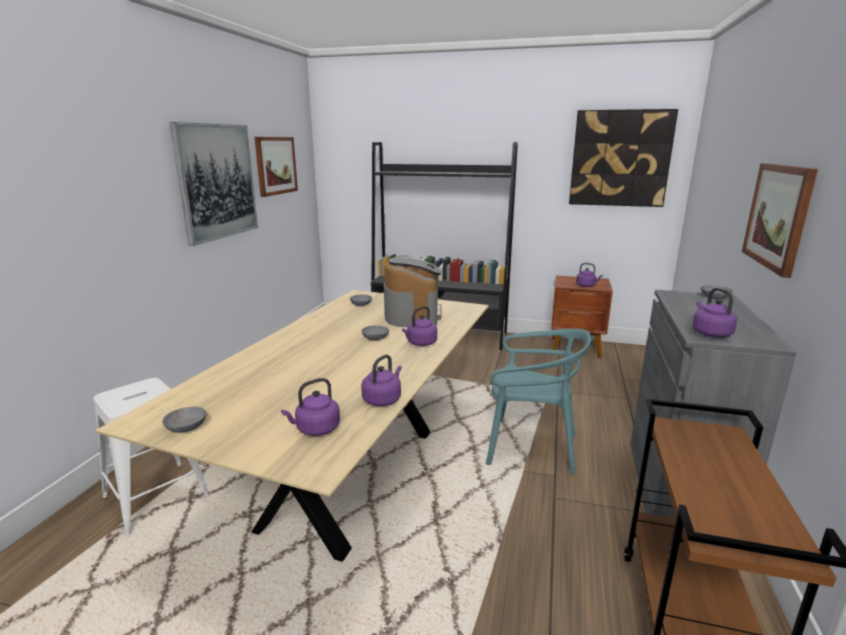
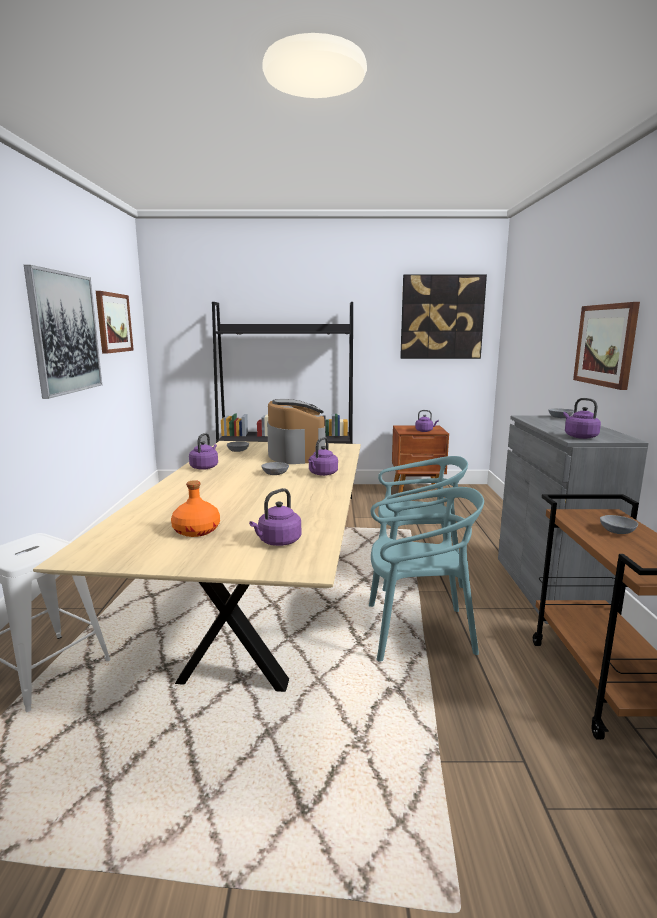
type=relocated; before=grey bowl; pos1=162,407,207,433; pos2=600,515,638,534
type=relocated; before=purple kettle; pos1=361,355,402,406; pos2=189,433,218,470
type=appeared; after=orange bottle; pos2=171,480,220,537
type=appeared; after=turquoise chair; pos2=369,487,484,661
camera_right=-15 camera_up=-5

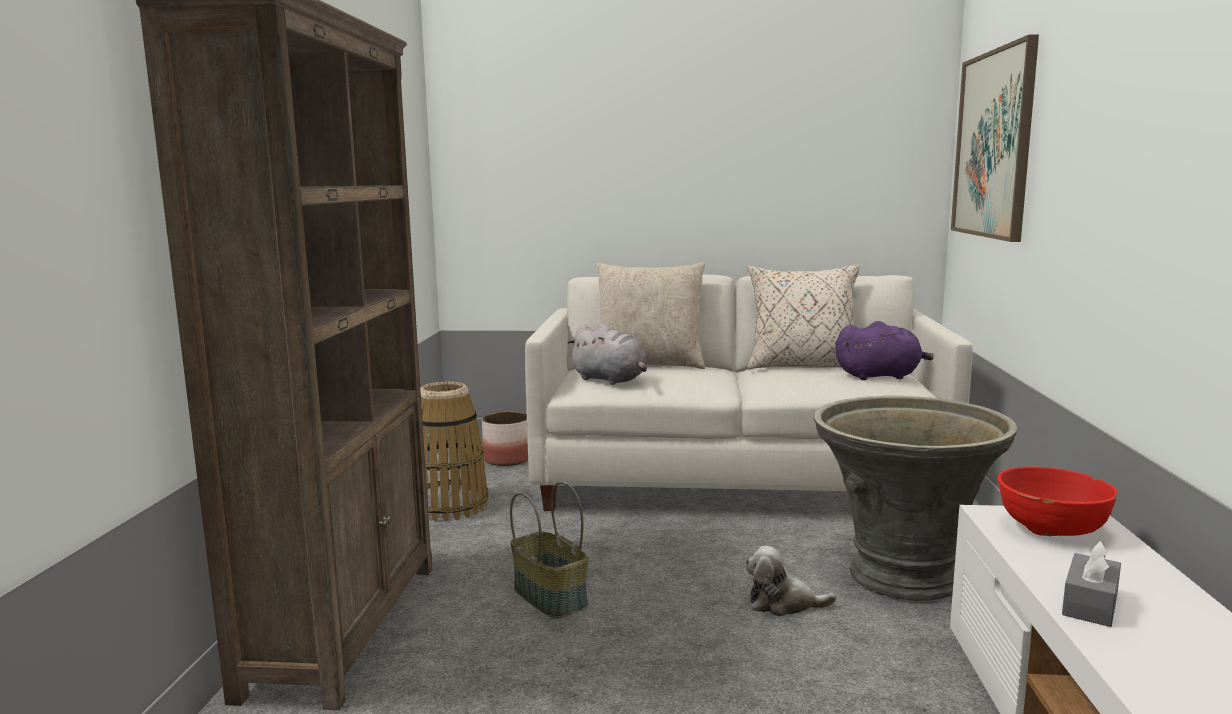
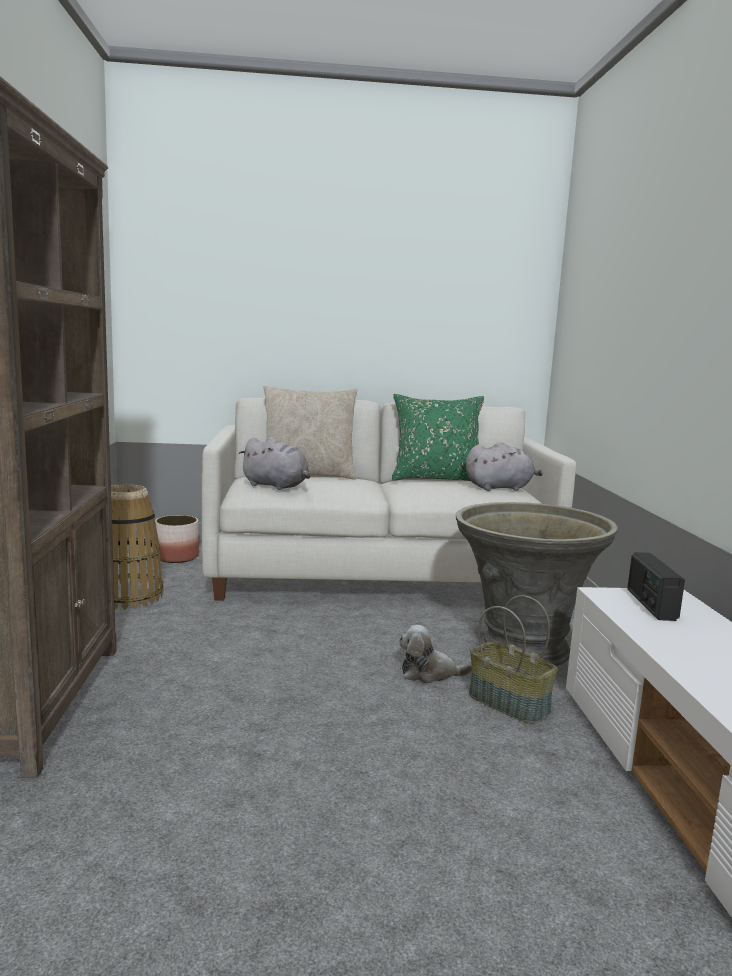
type=relocated; before=basket; pos1=510,481,589,619; pos2=469,595,558,724
type=colour; before=beige pillow; after=green pillow; pos1=748,264,860,369; pos2=392,394,484,481
type=colour; before=purple plush toy; after=grey plush toy; pos1=835,321,934,380; pos2=466,442,543,491
type=missing; before=picture; pos1=951,34,1039,242
type=exchanged; before=red bowl; after=radio; pos1=997,466,1118,536; pos2=627,552,685,621
type=missing; before=grey tissue box; pos1=1062,541,1121,627
camera_right=-10 camera_up=0

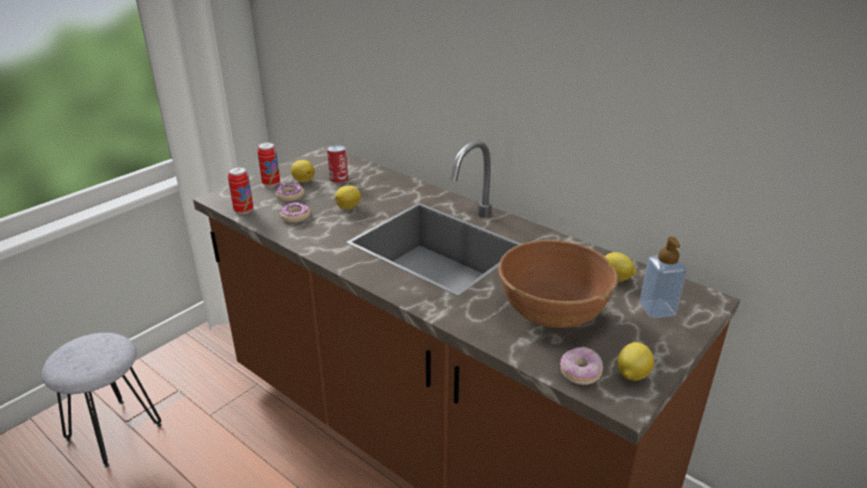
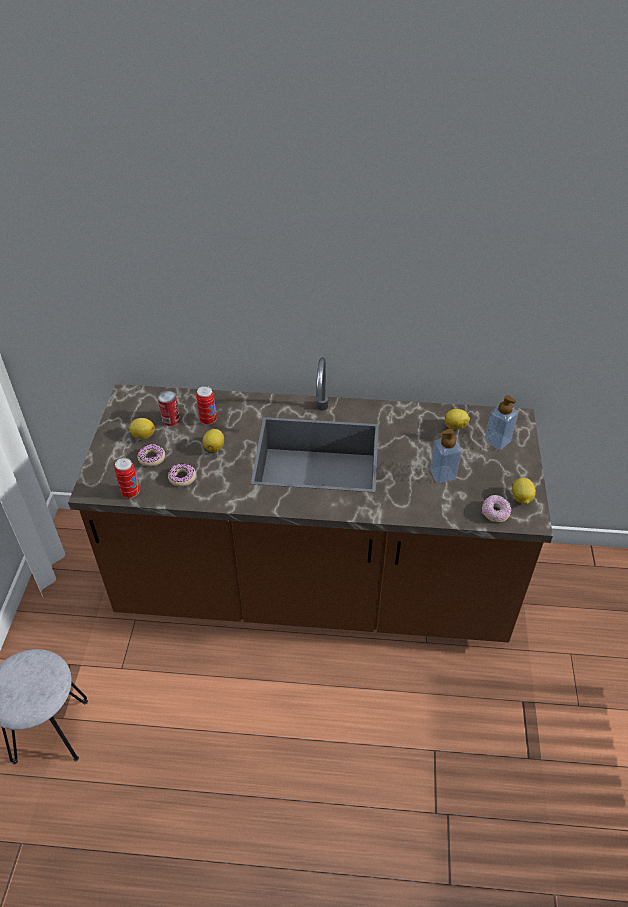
type=relocated; before=can; pos1=257,142,280,187; pos2=196,386,217,425
type=exchanged; before=brown bowl; after=soap dispenser; pos1=498,240,618,328; pos2=430,429,461,483
camera_right=-35 camera_up=15

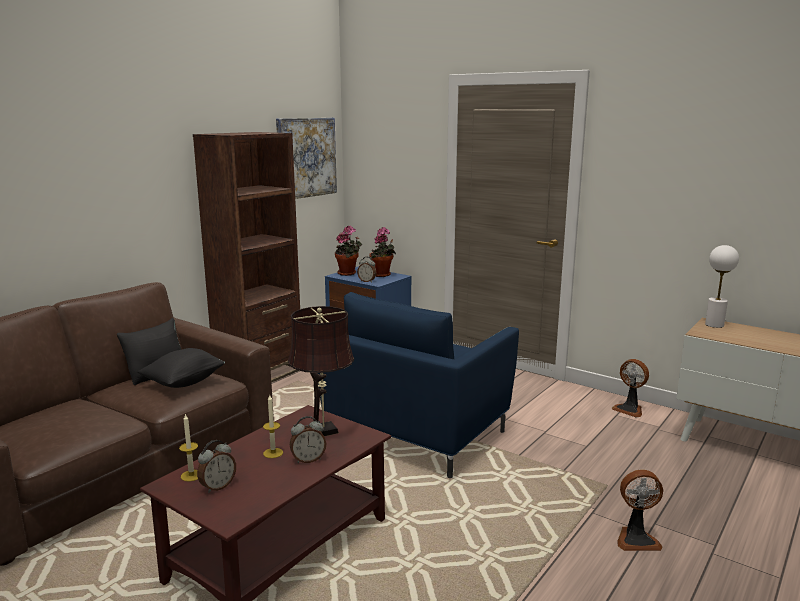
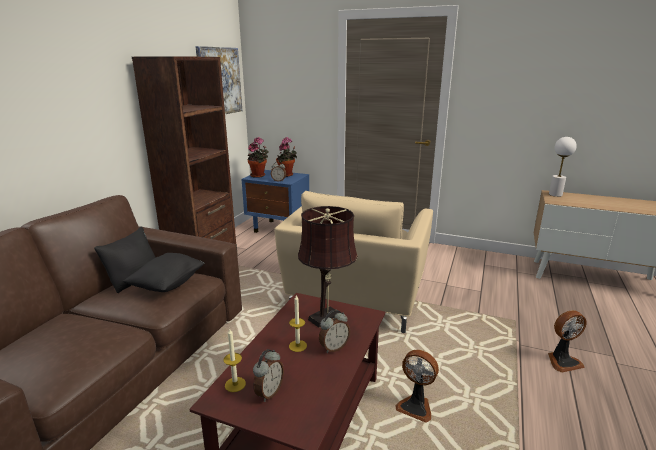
type=colour; before=blue armchair; after=beige armchair; pos1=317,292,519,478; pos2=275,191,433,333
type=relocated; before=fan; pos1=612,359,649,417; pos2=395,350,439,423
camera_right=-15 camera_up=5

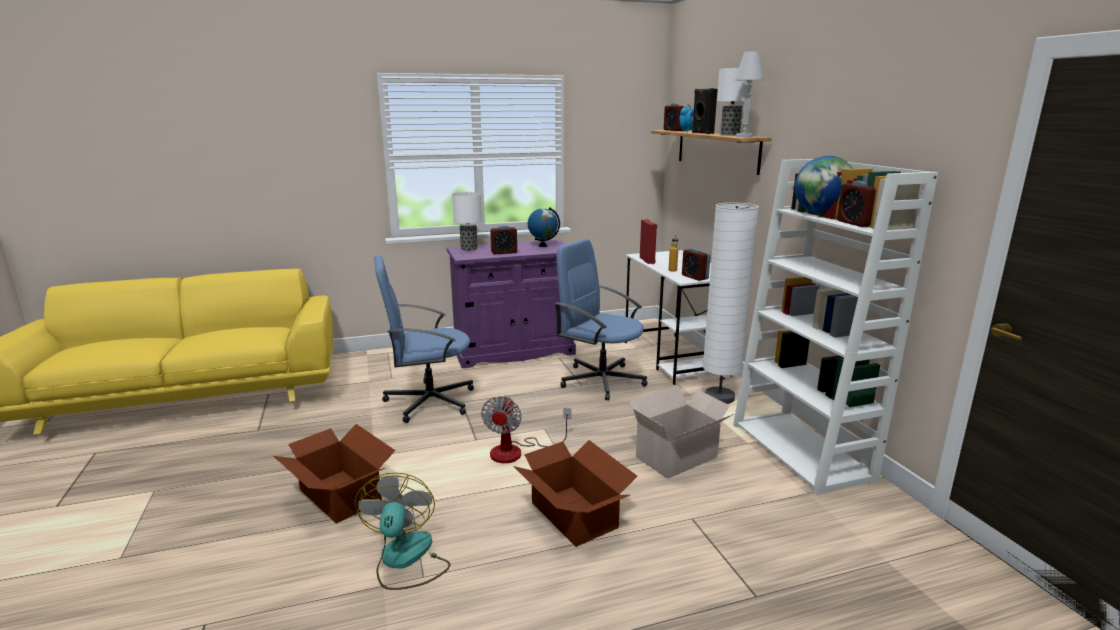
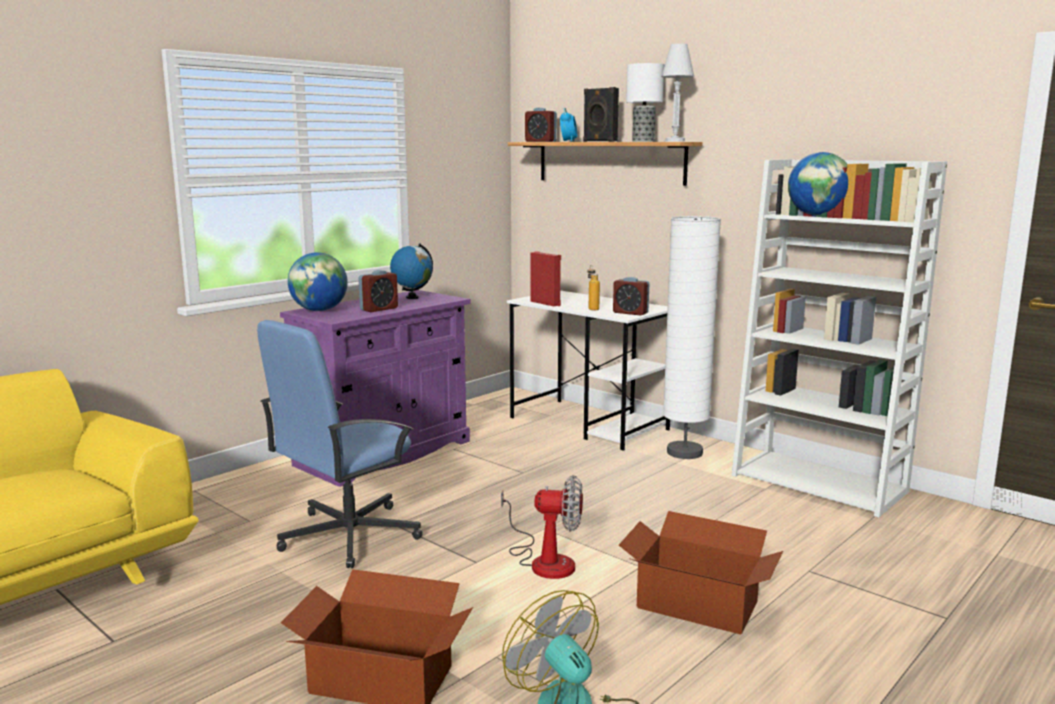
type=exchanged; before=table lamp; after=globe; pos1=452,192,482,251; pos2=288,252,348,311
type=spun; before=fan; pos1=481,396,571,463; pos2=501,475,583,579; turn=-60
type=missing; before=blue office chair; pos1=554,239,648,401
type=missing; before=cardboard box; pos1=628,385,734,479
type=missing; before=alarm clock; pos1=837,181,876,227
camera_right=-30 camera_up=-5

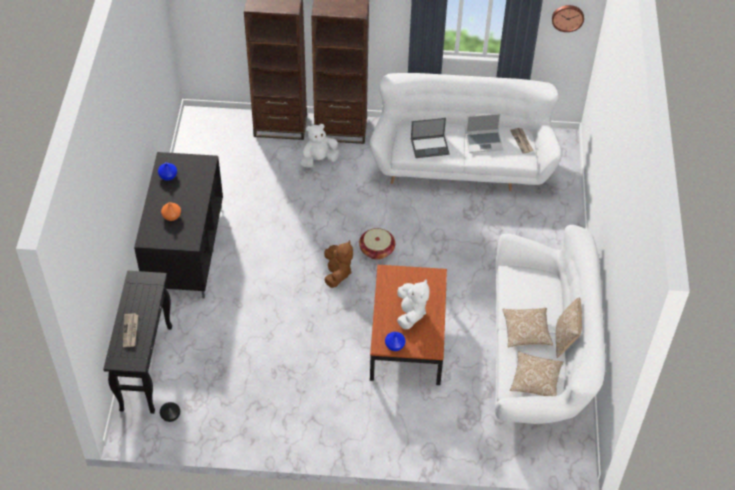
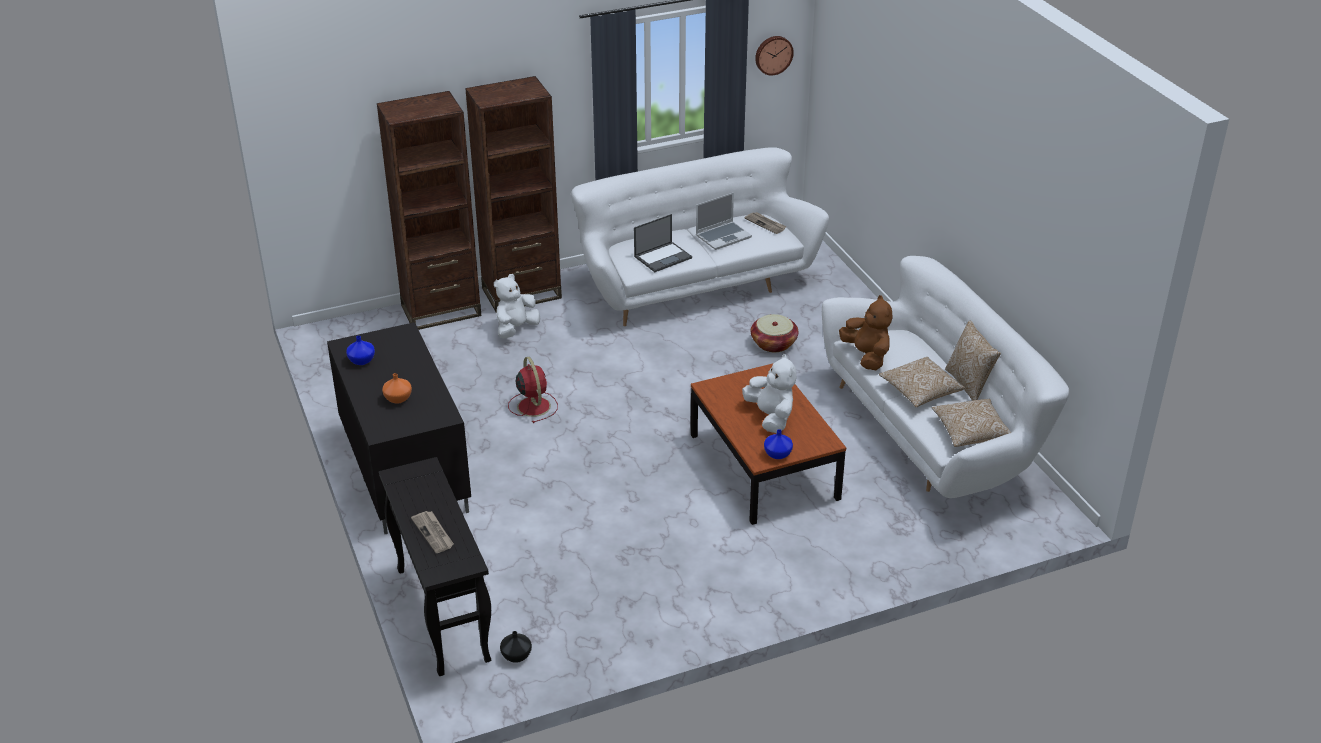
type=relocated; before=brown plush toy; pos1=324,240,353,288; pos2=839,295,892,370
type=relocated; before=basket; pos1=359,228,395,260; pos2=751,314,798,352
type=appeared; after=red fan; pos2=508,357,558,423
camera_right=-25 camera_up=-15

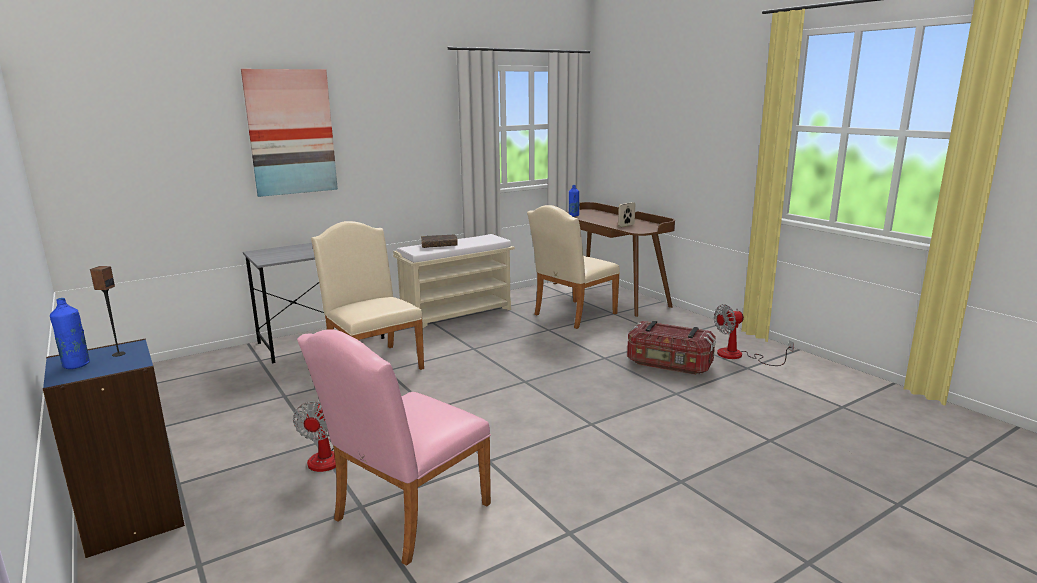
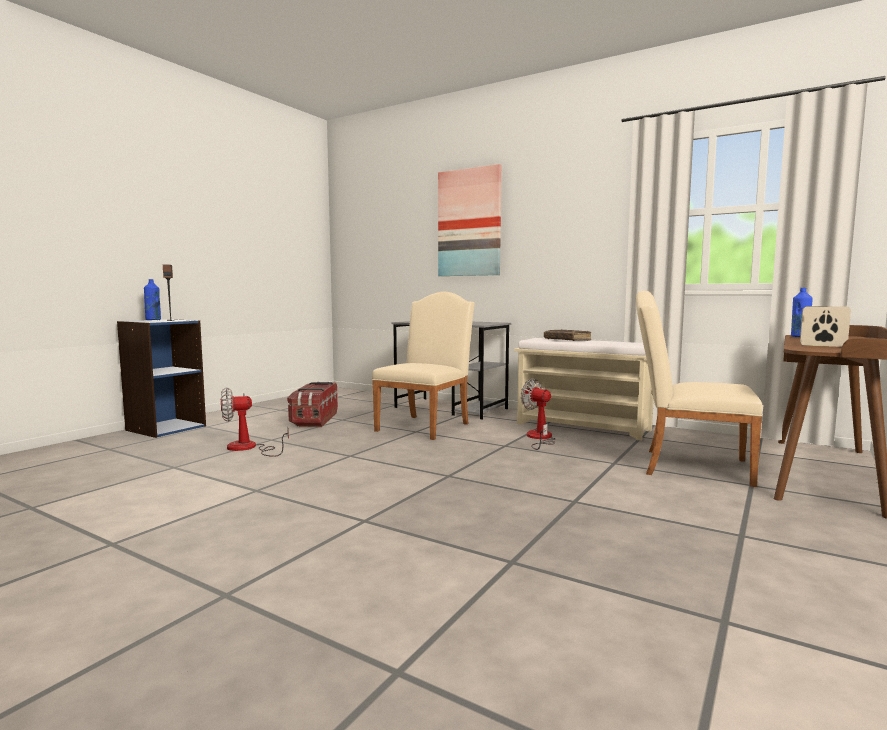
type=missing; before=pink chair; pos1=297,329,491,566
type=relocated; before=storage box; pos1=627,321,716,375; pos2=287,382,338,427
type=relocated; before=fan; pos1=714,304,794,366; pos2=521,379,555,450
camera_right=65 camera_up=-10

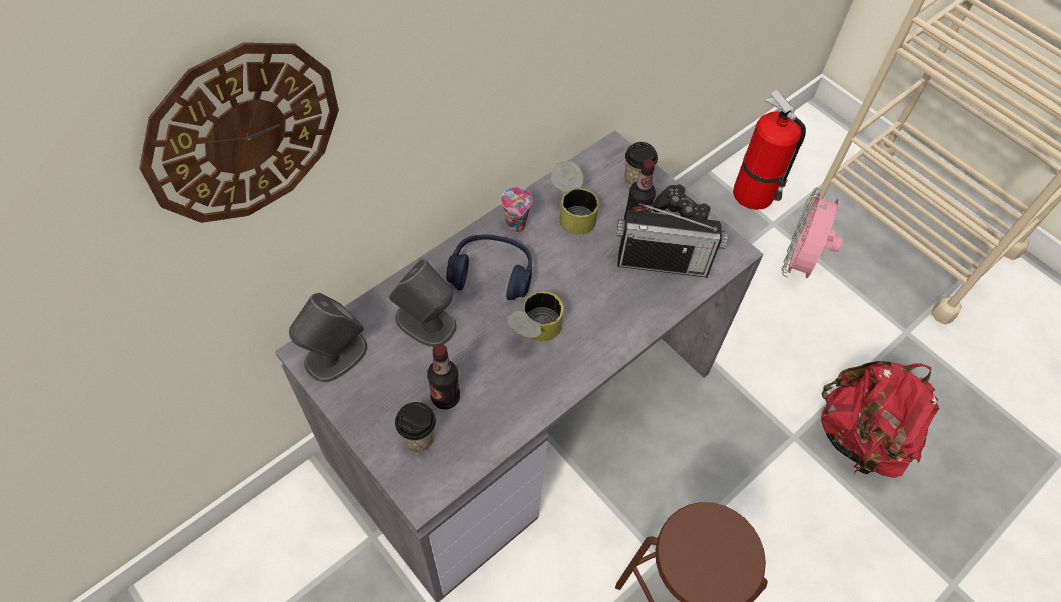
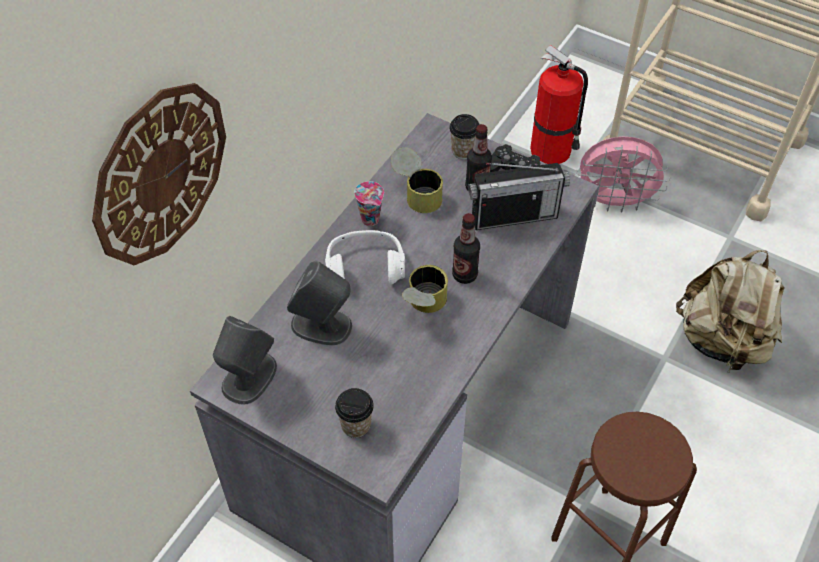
type=relocated; before=bottle; pos1=427,344,460,410; pos2=452,213,480,284
type=colour; before=blue headphones; after=white headphones; pos1=446,234,532,300; pos2=325,230,405,284
type=spun; before=pink fan; pos1=781,187,843,279; pos2=576,137,670,213; turn=-90
type=colour; before=red backpack; after=beige backpack; pos1=821,361,939,478; pos2=676,250,784,372
camera_right=-15 camera_up=-5

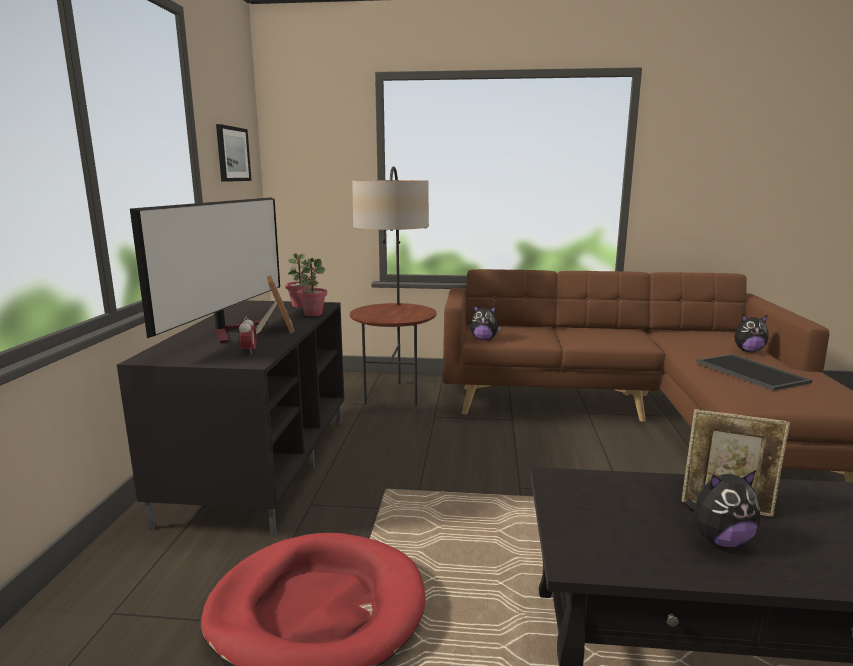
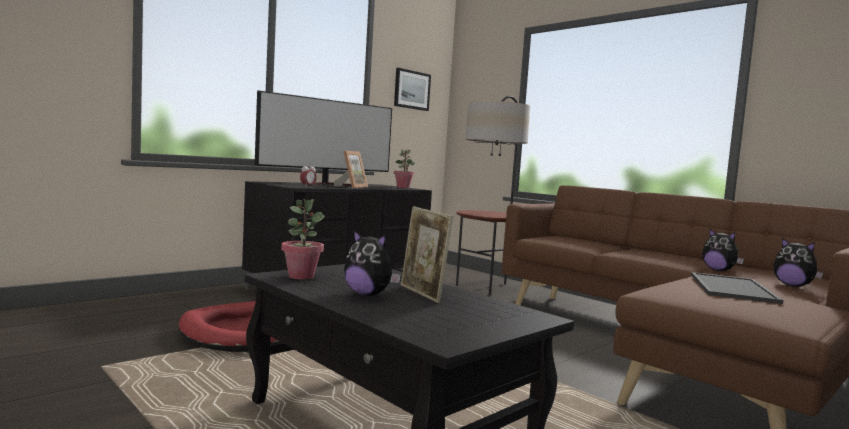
type=relocated; before=potted plant; pos1=297,258,327,316; pos2=281,199,325,279
type=relocated; before=plush toy; pos1=470,305,501,340; pos2=702,229,744,271
camera_right=40 camera_up=-10

